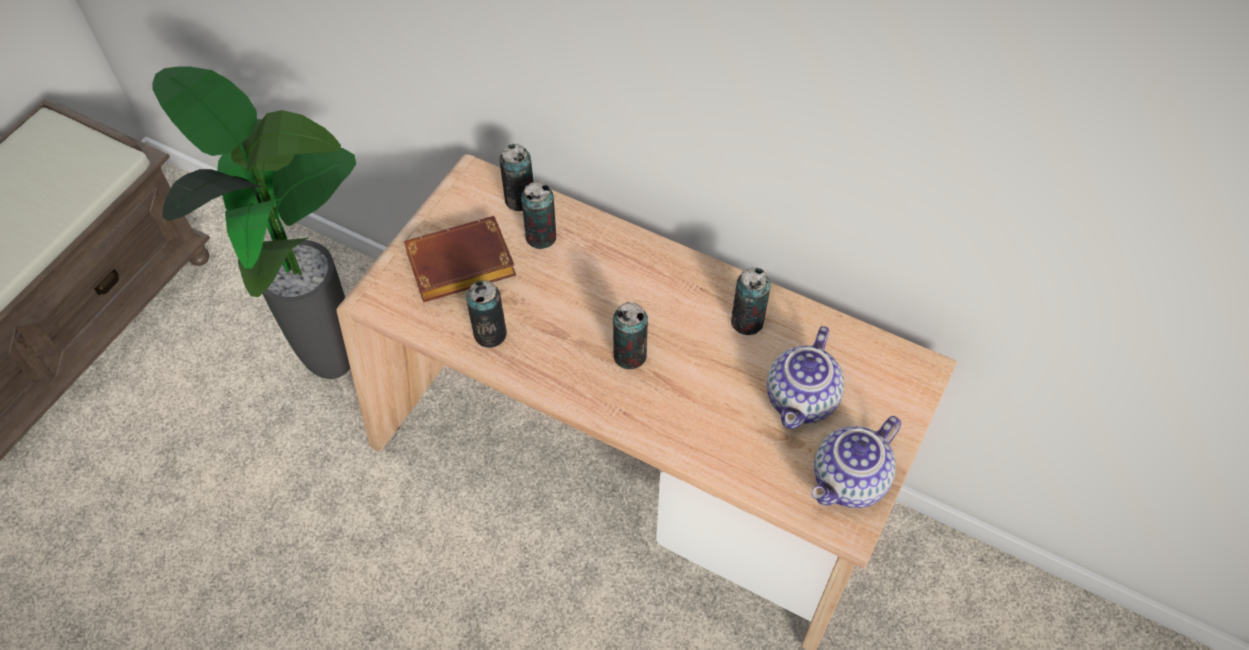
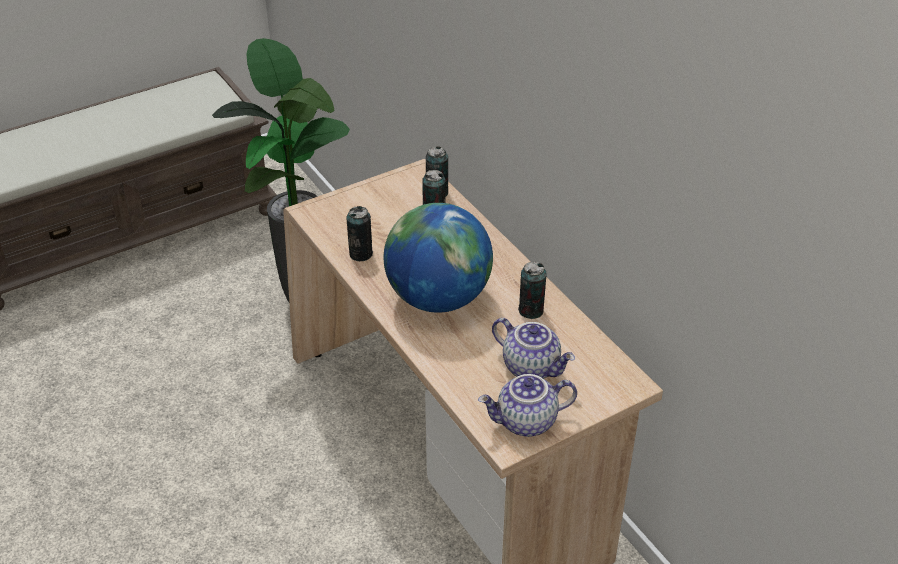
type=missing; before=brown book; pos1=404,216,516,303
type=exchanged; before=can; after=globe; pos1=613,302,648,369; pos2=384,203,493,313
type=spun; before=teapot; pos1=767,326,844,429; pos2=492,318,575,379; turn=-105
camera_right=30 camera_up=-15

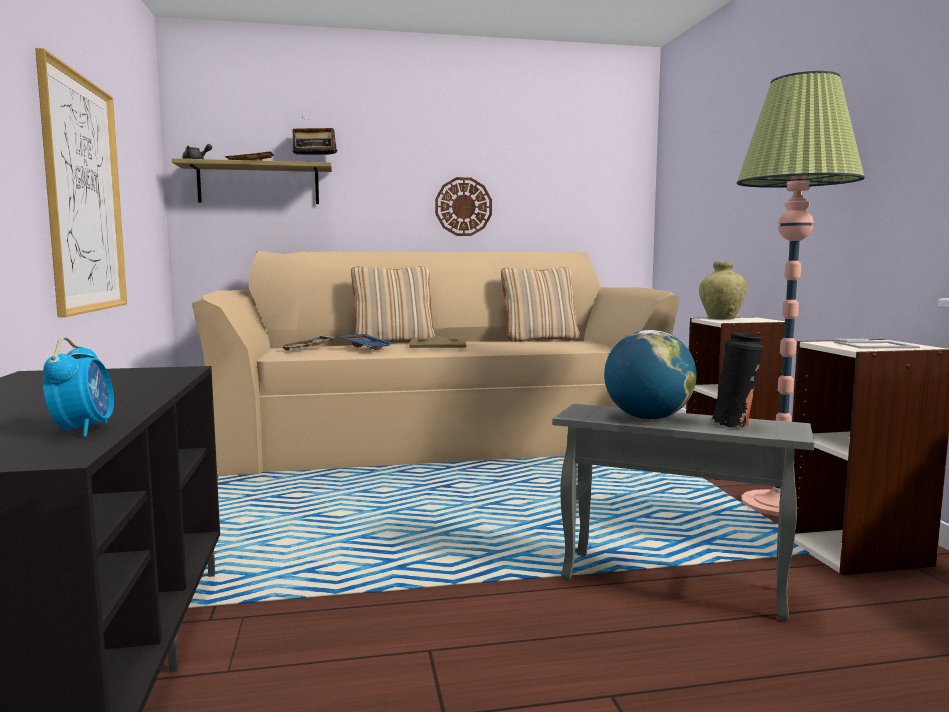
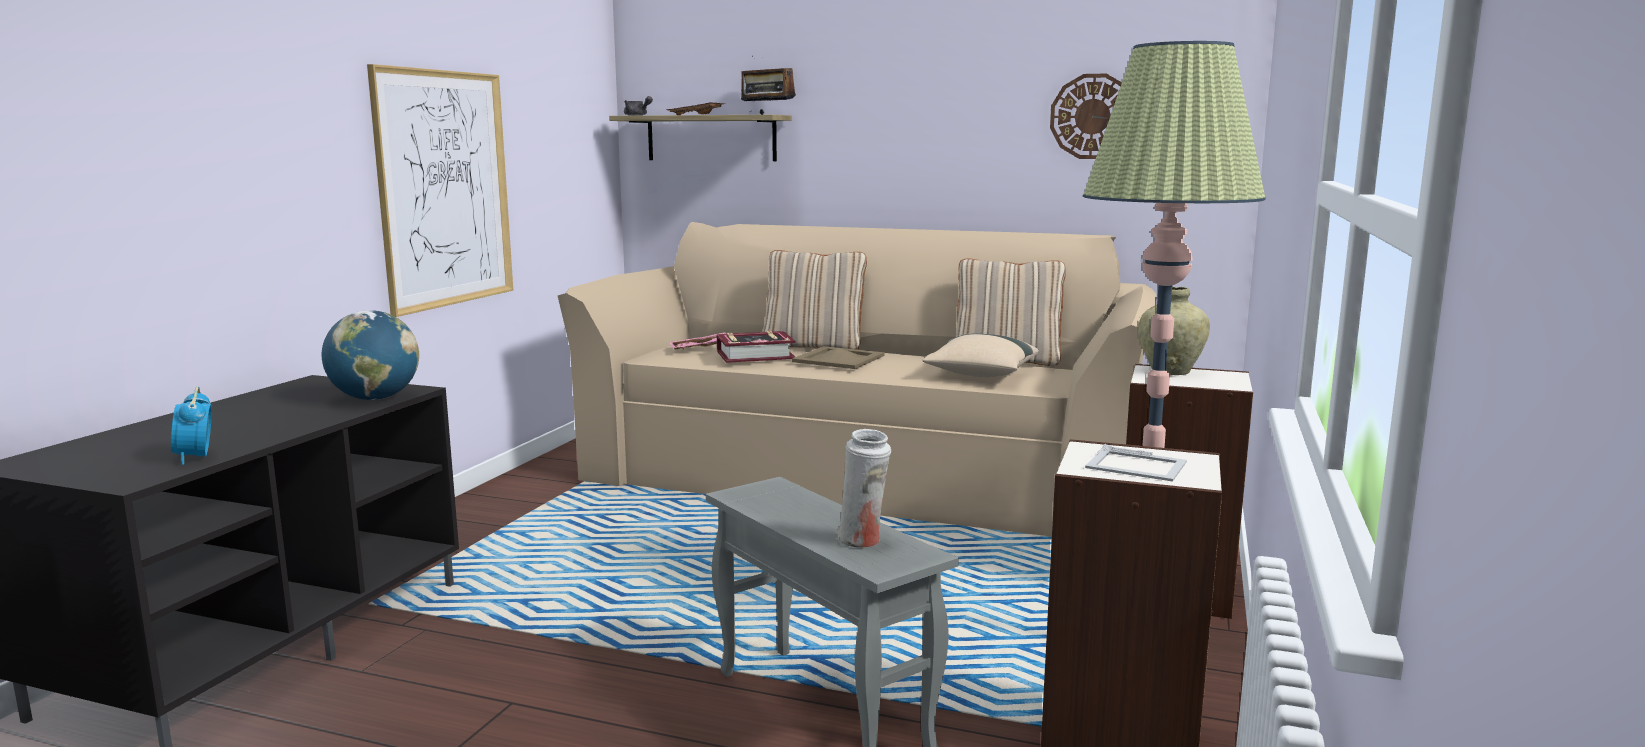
type=spun; before=alarm clock; pos1=43,337,114,437; pos2=171,386,212,465; turn=135
type=colour; before=grey tray; after=pink tray; pos1=279,335,334,350; pos2=670,332,727,350
type=exchanged; before=blue tray; after=book; pos1=341,334,395,350; pos2=717,331,795,363
type=relocated; before=wall clock; pos1=435,177,492,236; pos2=1050,74,1122,159
type=relocated; before=globe; pos1=604,330,697,420; pos2=322,310,419,400
type=colour; before=black vase; after=white vase; pos1=711,332,764,428; pos2=836,429,891,547
type=appeared; after=beige pillow; pos2=923,333,1039,377
camera_right=30 camera_up=5

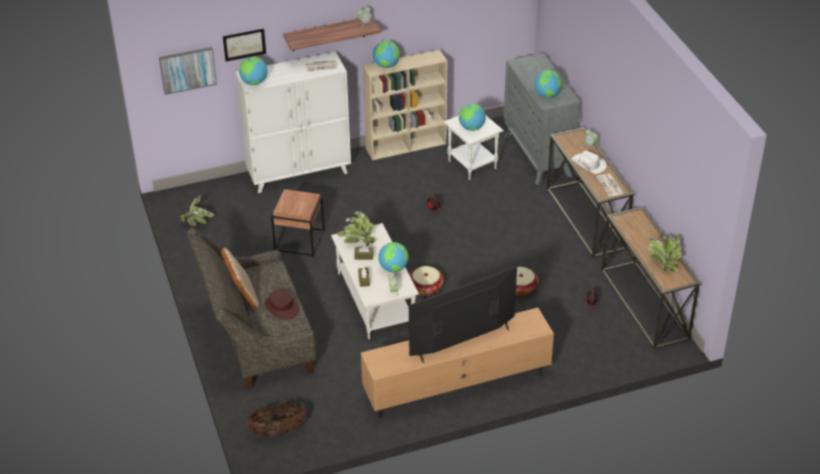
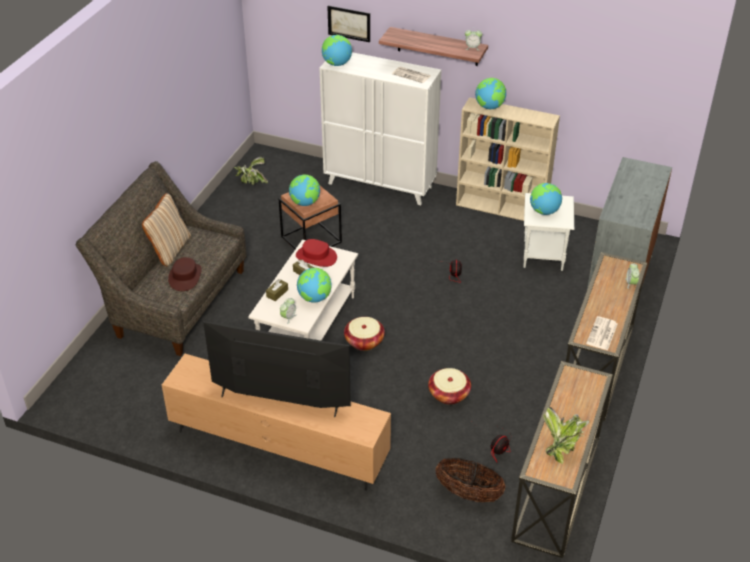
type=missing; before=picture; pos1=159,47,217,95
type=relocated; before=basket; pos1=247,402,307,437; pos2=435,458,505,502
type=exchanged; before=potted plant; after=red hat; pos1=337,211,376,246; pos2=296,239,337,267
type=relocated; before=globe; pos1=534,70,562,98; pos2=289,174,320,206
type=missing; before=white hat; pos1=571,150,607,174
camera_right=40 camera_up=0

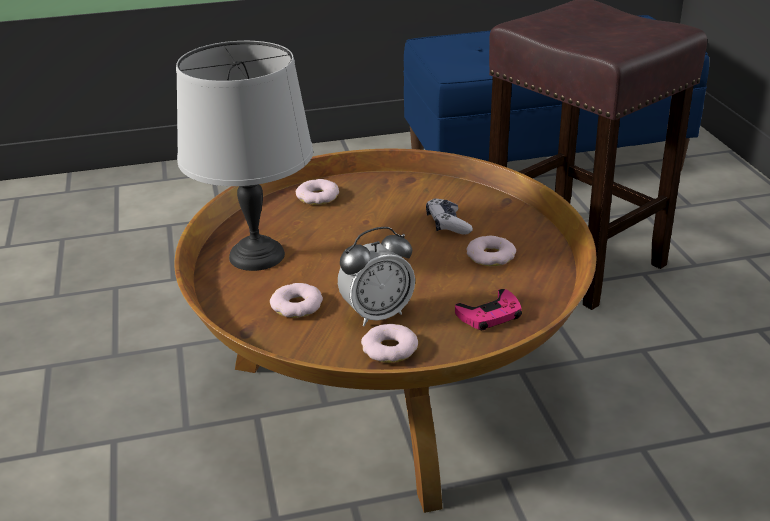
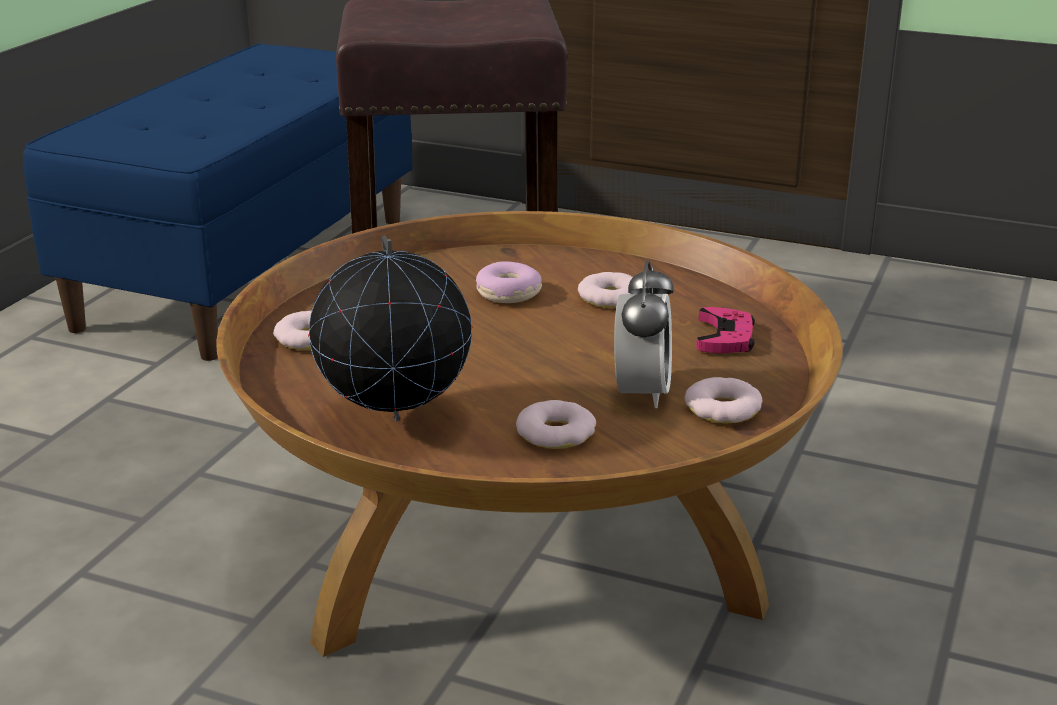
type=exchanged; before=grey table lamp; after=globe; pos1=176,41,313,271; pos2=308,235,473,421
type=exchanged; before=game controller; after=donut; pos1=426,198,473,235; pos2=476,261,542,303
camera_right=-55 camera_up=-5

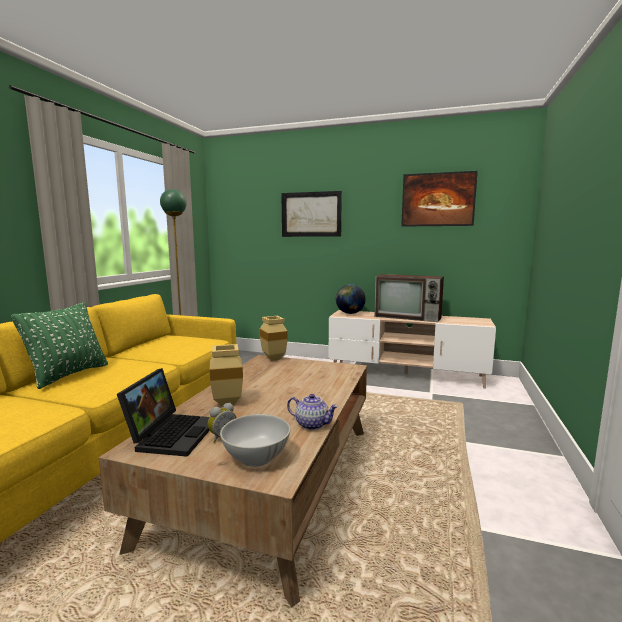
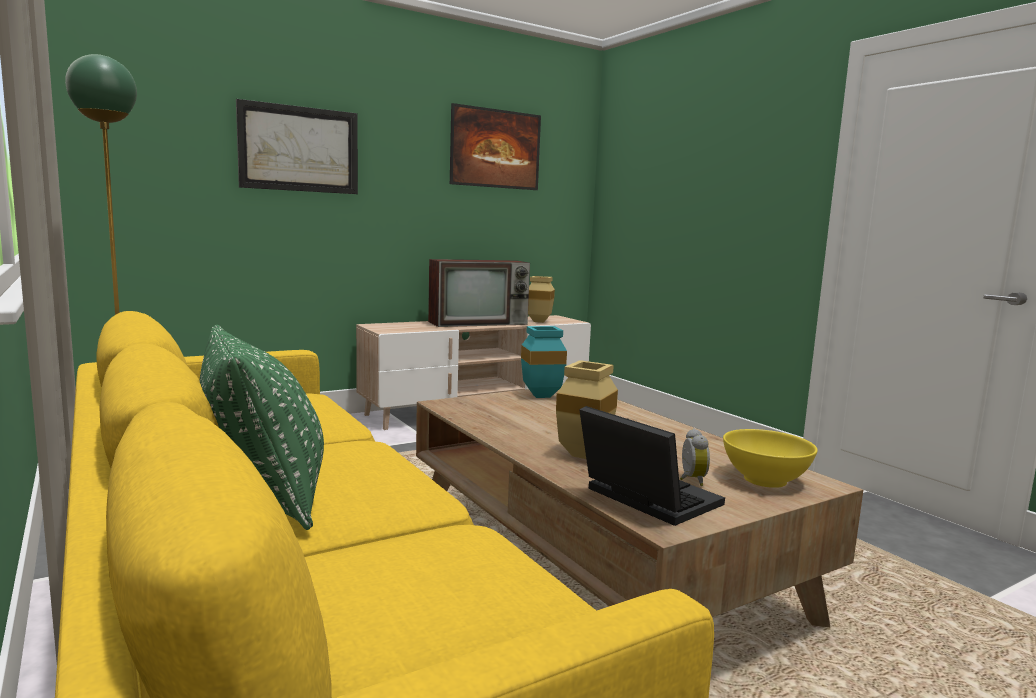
type=colour; before=white bowl; after=yellow bowl; pos1=220,414,290,467; pos2=723,429,818,488
type=relocated; before=beige vase; pos1=260,316,288,361; pos2=528,276,555,323
type=missing; before=teapot; pos1=287,394,338,430
type=missing; before=globe; pos1=336,284,366,314
type=appeared; after=turquoise vase; pos2=521,326,567,398
camera_right=-50 camera_up=0

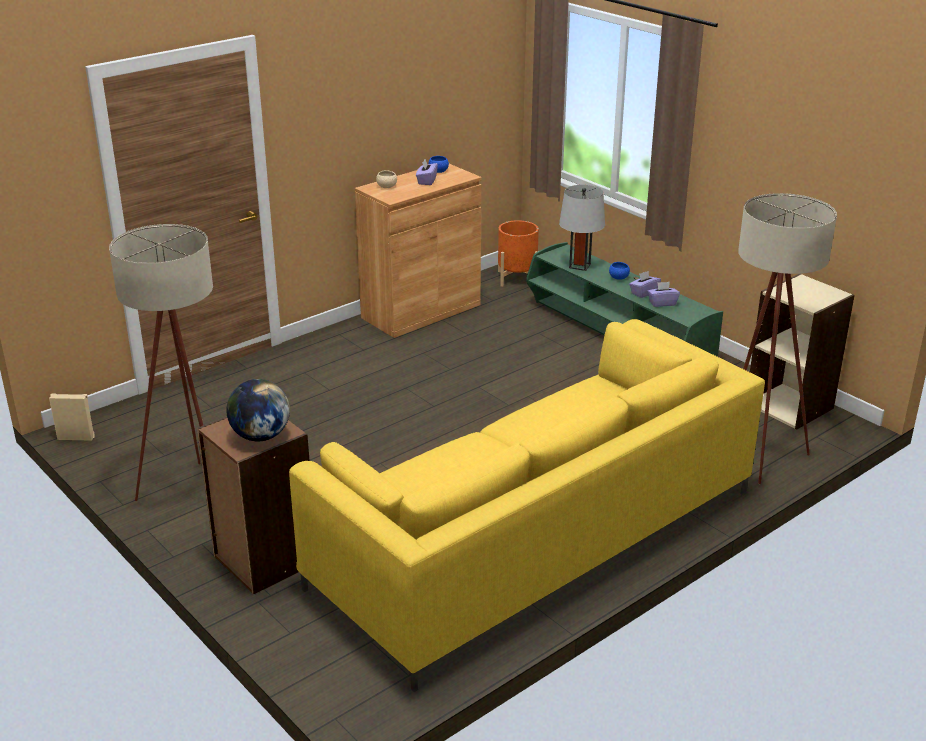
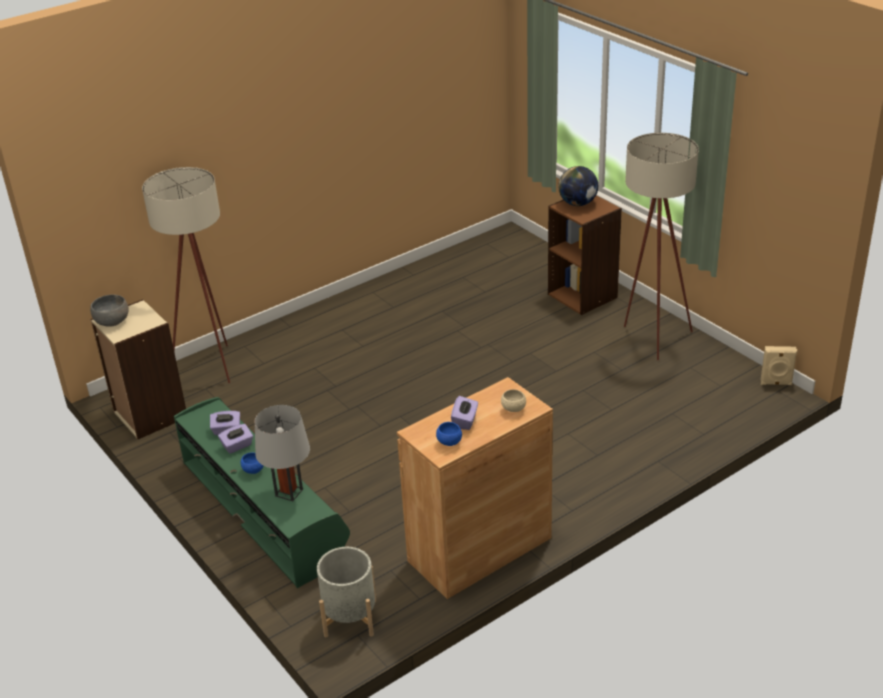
type=missing; before=yellow sofa; pos1=289,319,765,692
type=colour; before=orange planter; after=grey planter; pos1=498,220,539,287; pos2=317,547,376,637
type=appeared; after=grey bowl; pos2=90,294,129,327
camera_right=-175 camera_up=5

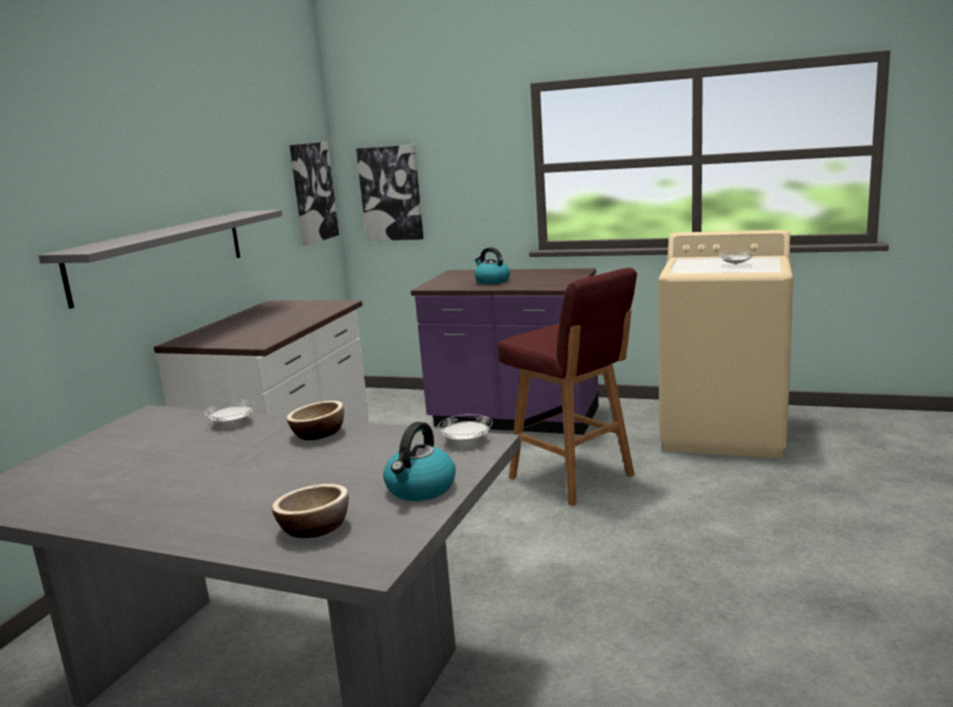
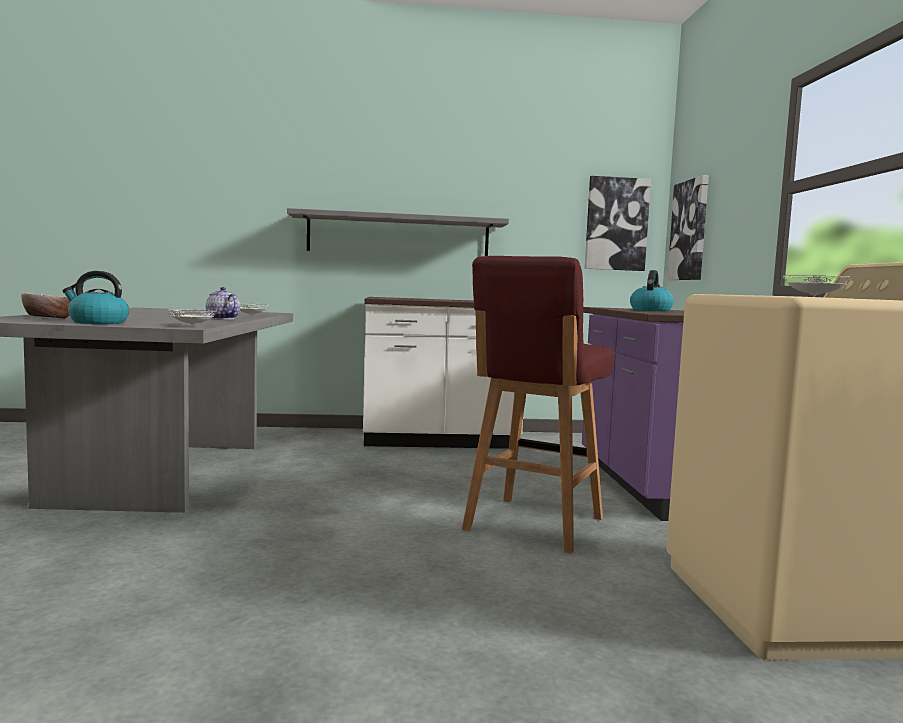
type=exchanged; before=bowl; after=teapot; pos1=287,401,344,440; pos2=206,287,240,319
camera_right=65 camera_up=-10

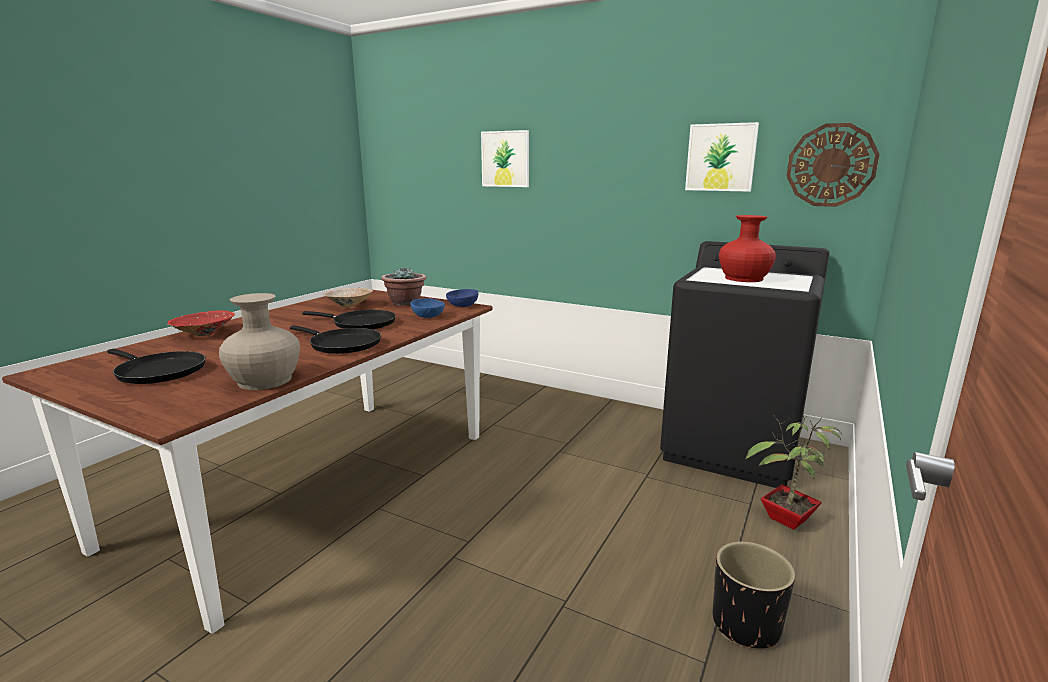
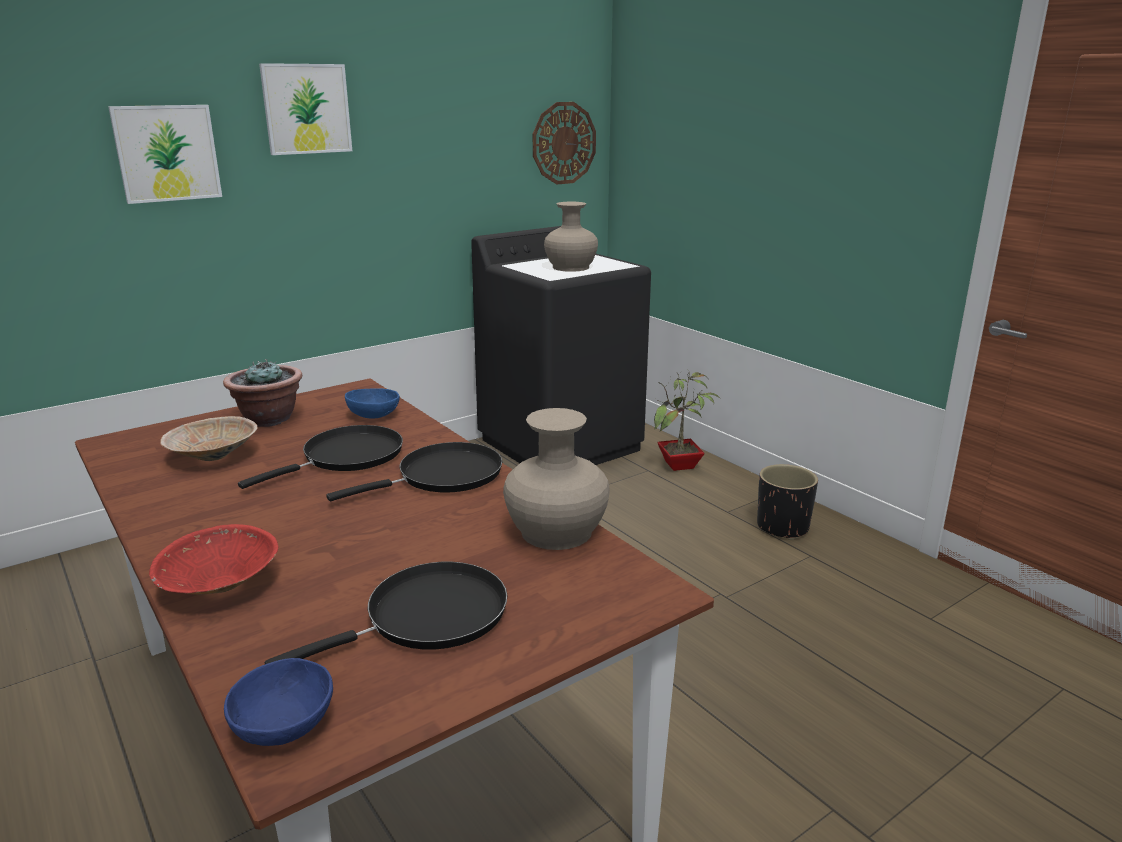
type=relocated; before=blue bowl; pos1=446,289,478,307; pos2=224,658,333,746
type=relocated; before=picture; pos1=685,122,759,192; pos2=259,63,352,155
type=colour; before=red vase; after=beige vase; pos1=719,215,776,282; pos2=544,202,598,272
camera_right=-65 camera_up=5

